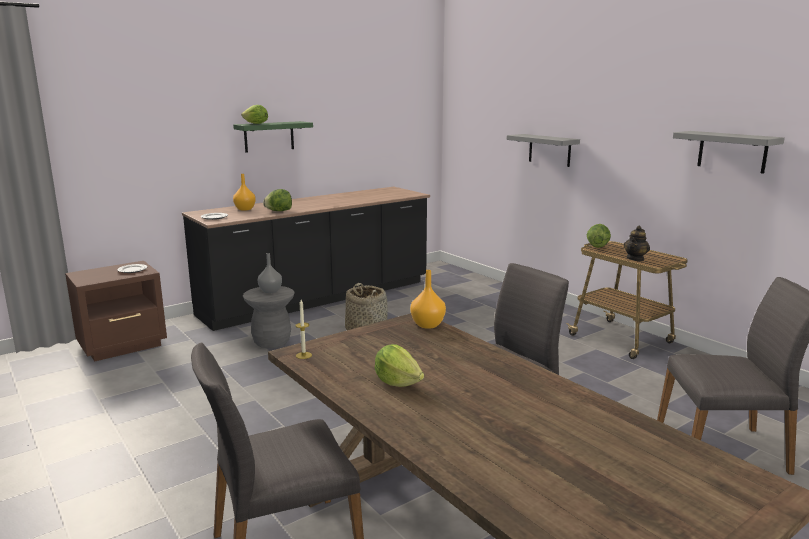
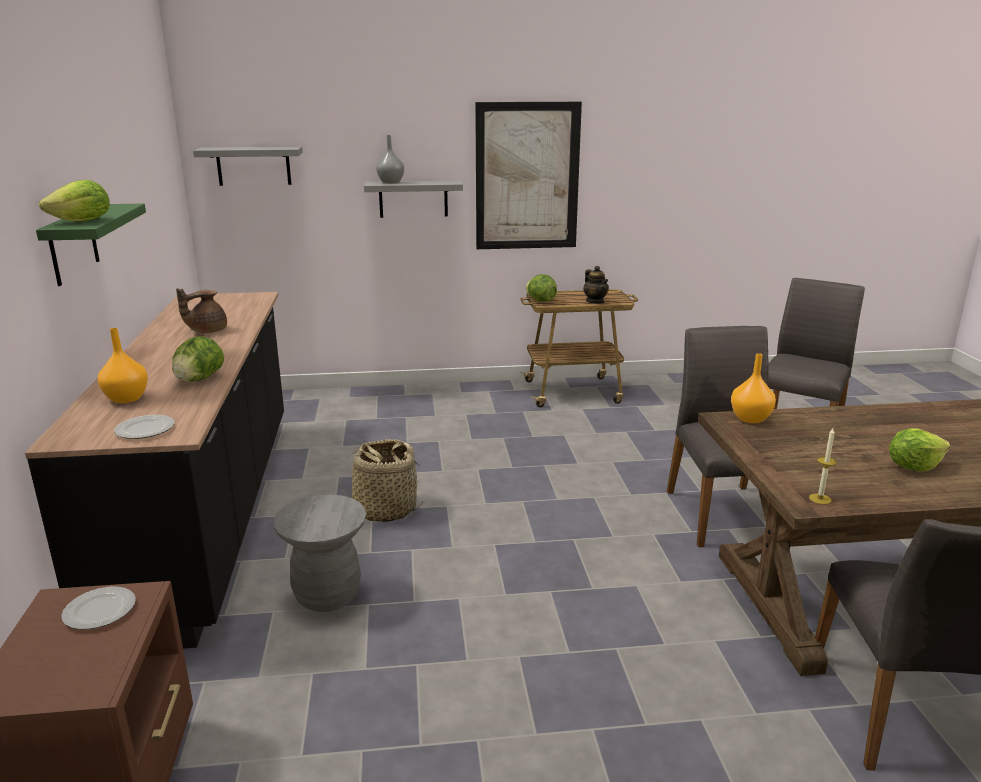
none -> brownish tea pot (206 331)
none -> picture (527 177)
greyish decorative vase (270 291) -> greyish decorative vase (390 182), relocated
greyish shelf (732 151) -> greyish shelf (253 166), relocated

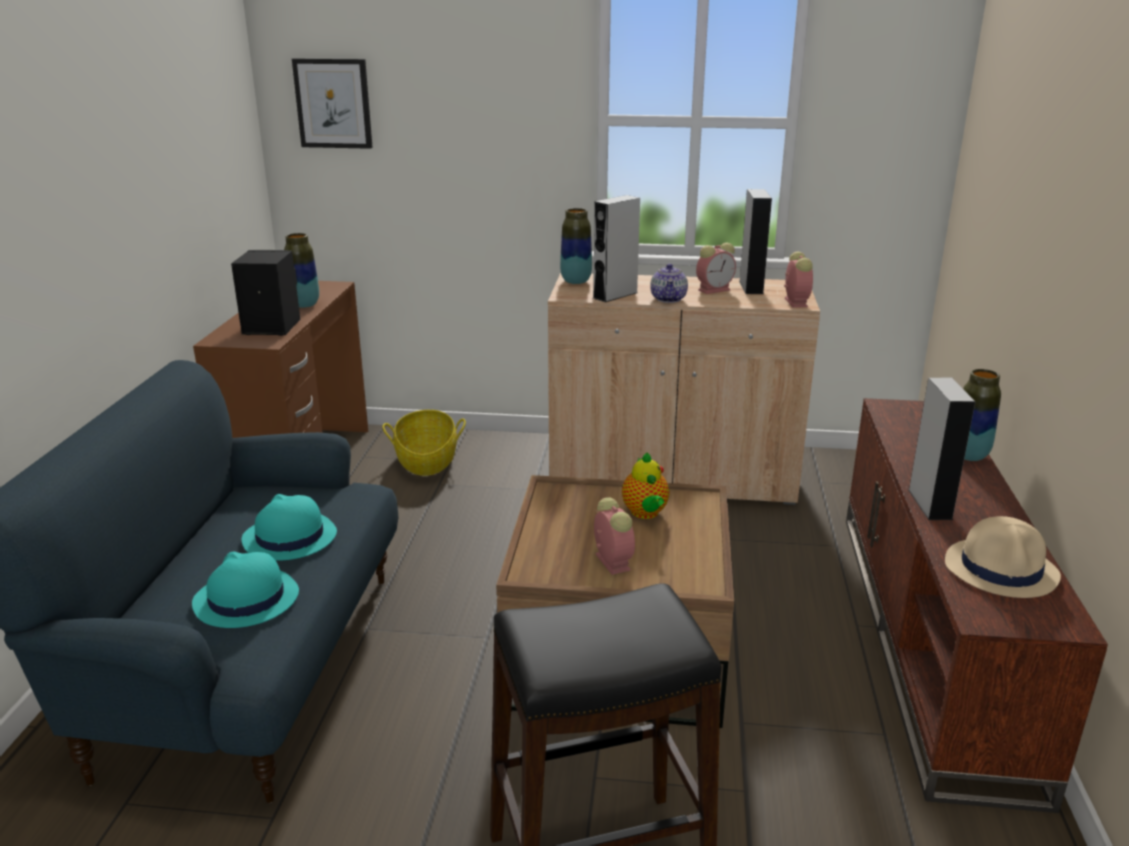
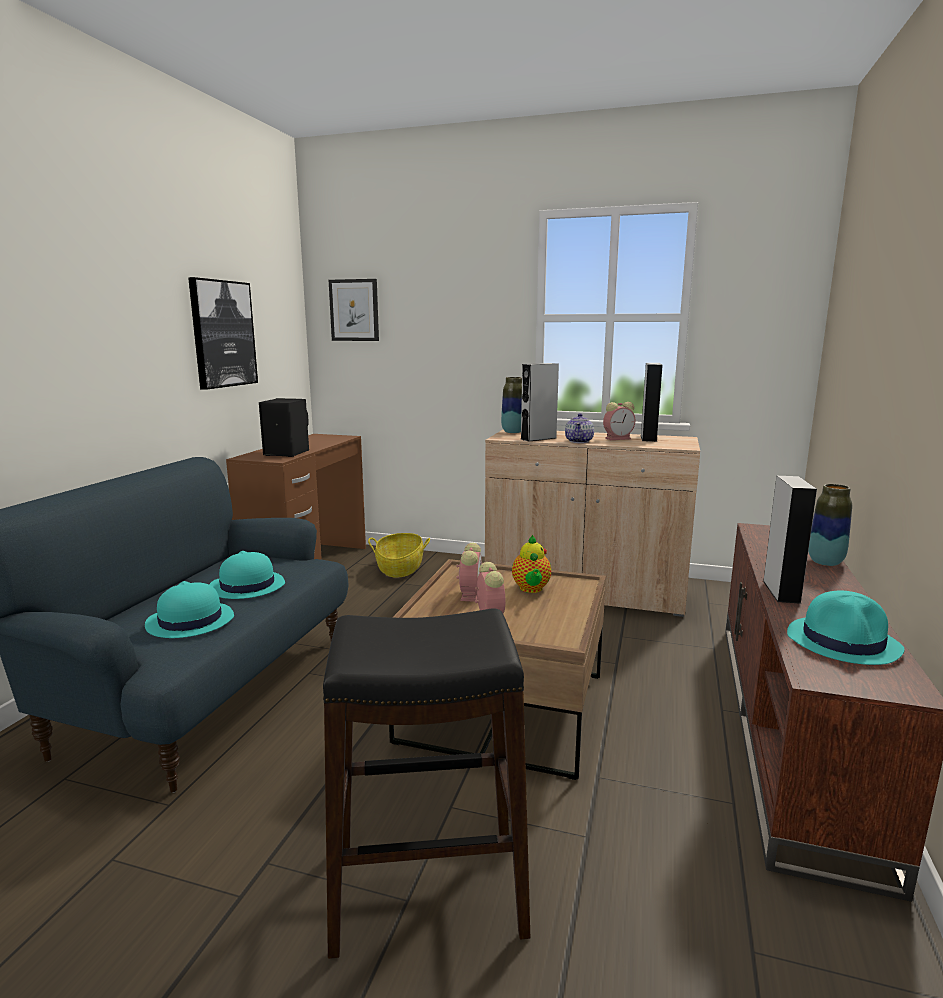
decorative vase (304 305) -> none
none -> picture (222 334)
alarm clock (795 302) -> alarm clock (470 594), relocated
sand-coloured wearable hat (1001 569) -> turquoise wearable hat (844 642)

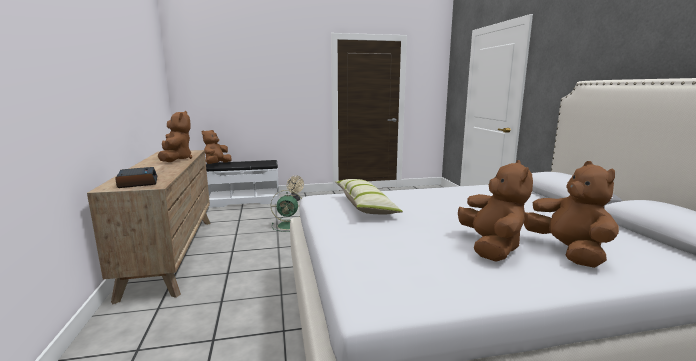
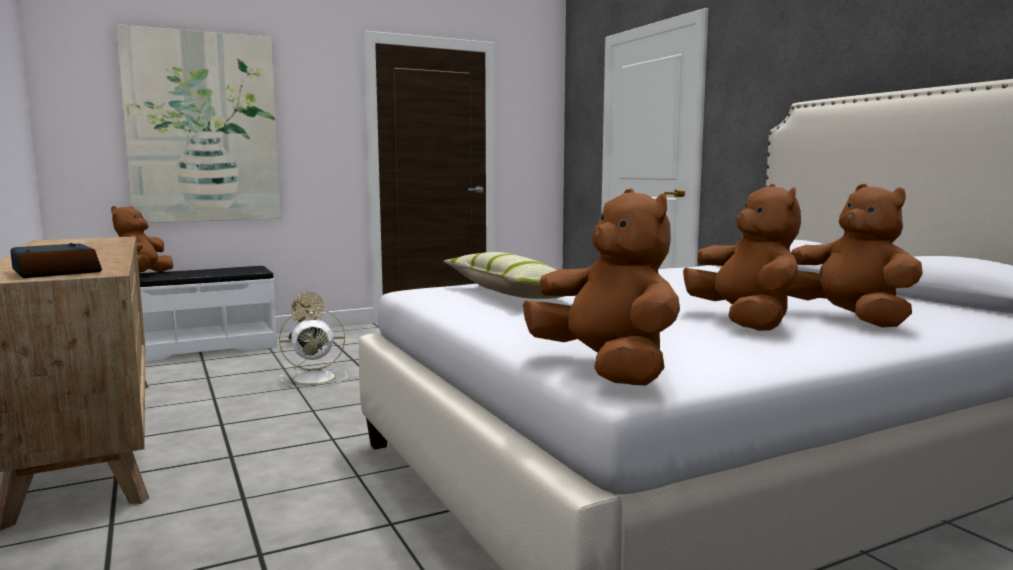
none -> picture (203 128)
brownish cuddly toy (176 159) -> brownish cuddly toy (606 369), relocated
green-coloured fan (289 225) -> white-coloured fan (316 378)

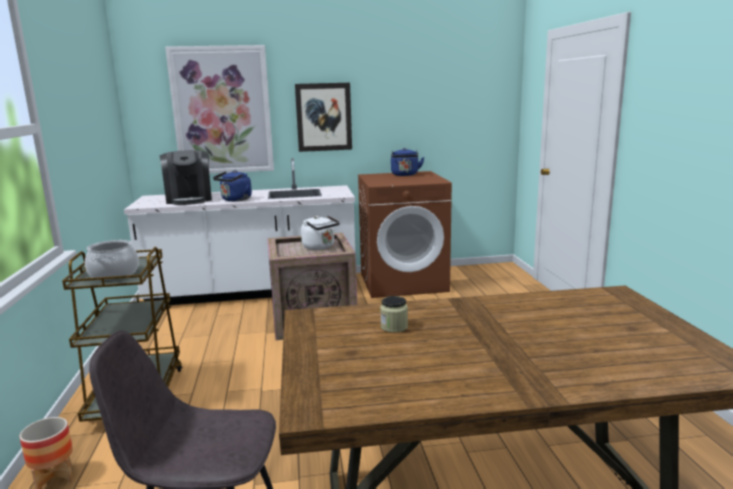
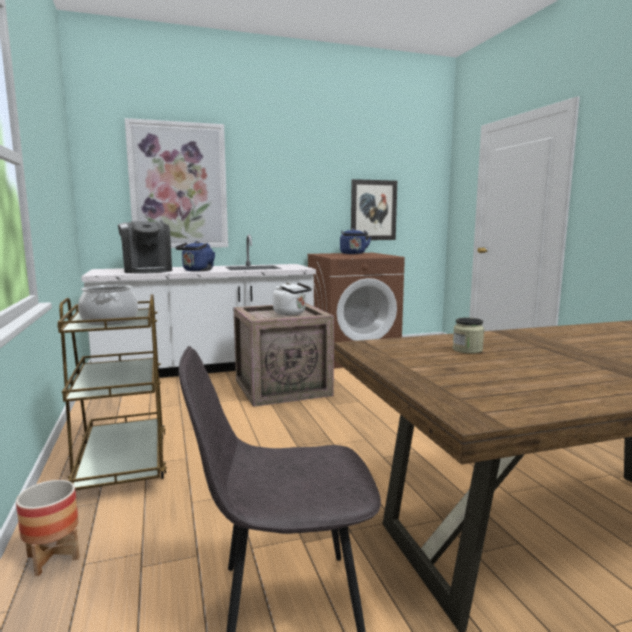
picture (324 117) -> picture (373 210), relocated

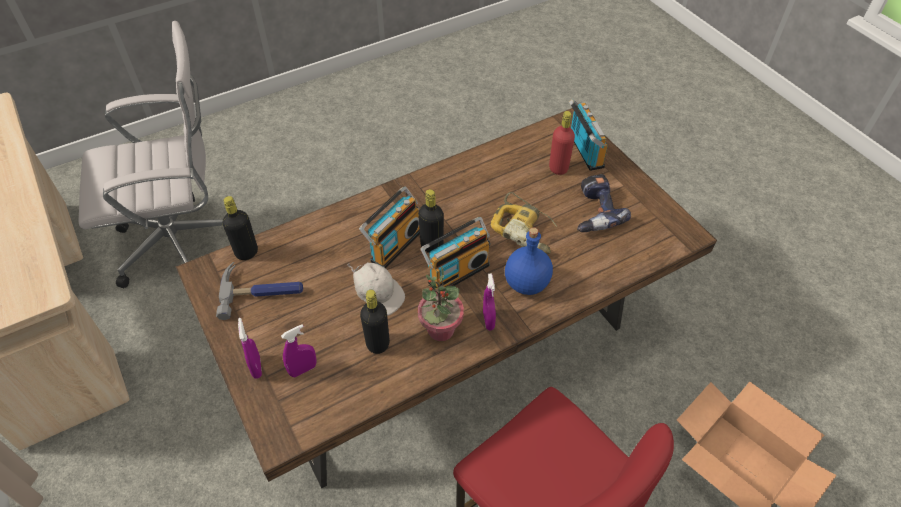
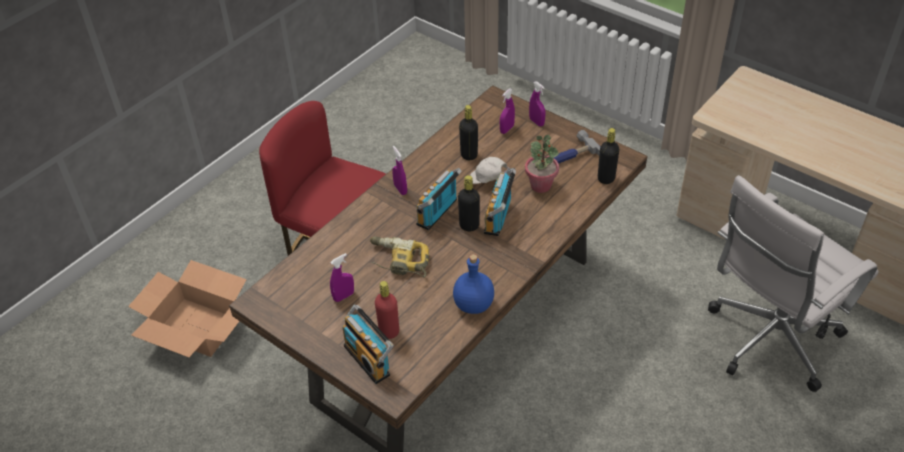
potted plant (440 330) -> potted plant (541 185), relocated
blue beverage bottle (526 283) -> blue beverage bottle (474 305), relocated
power drill (593 212) -> purple hand sprayer (344 296)

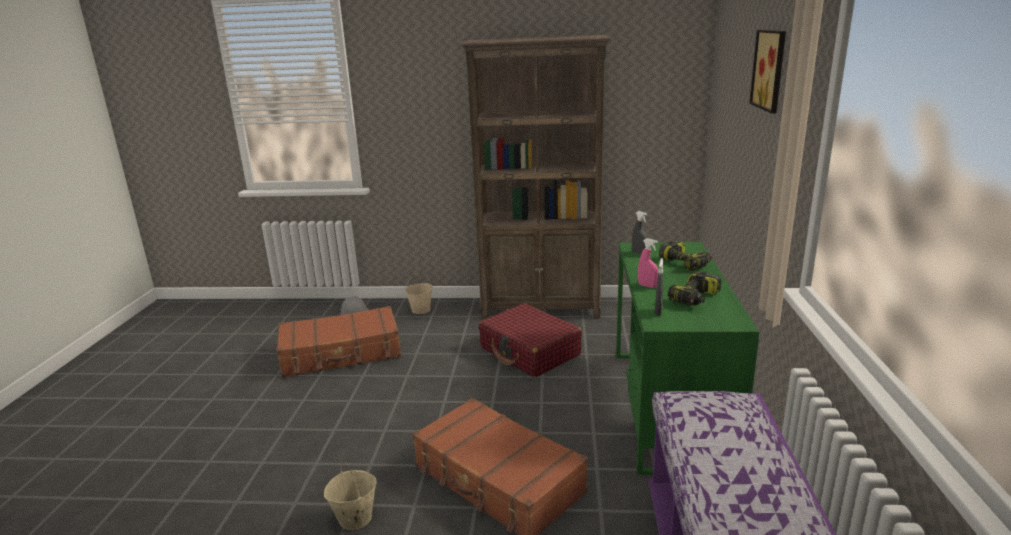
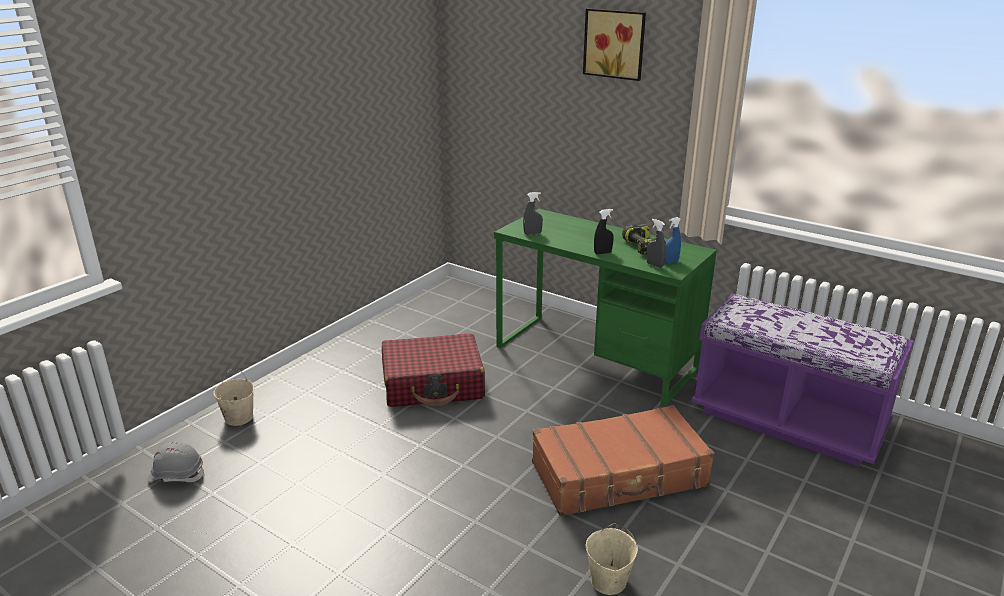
brownish piece of luggage (341 354) -> none
brownish bookcase (541 308) -> none
power drill (685 263) -> none
none -> blue hand sprayer (670 262)
pinkish hand sprayer (647 286) -> black-coloured hand sprayer (602 253)

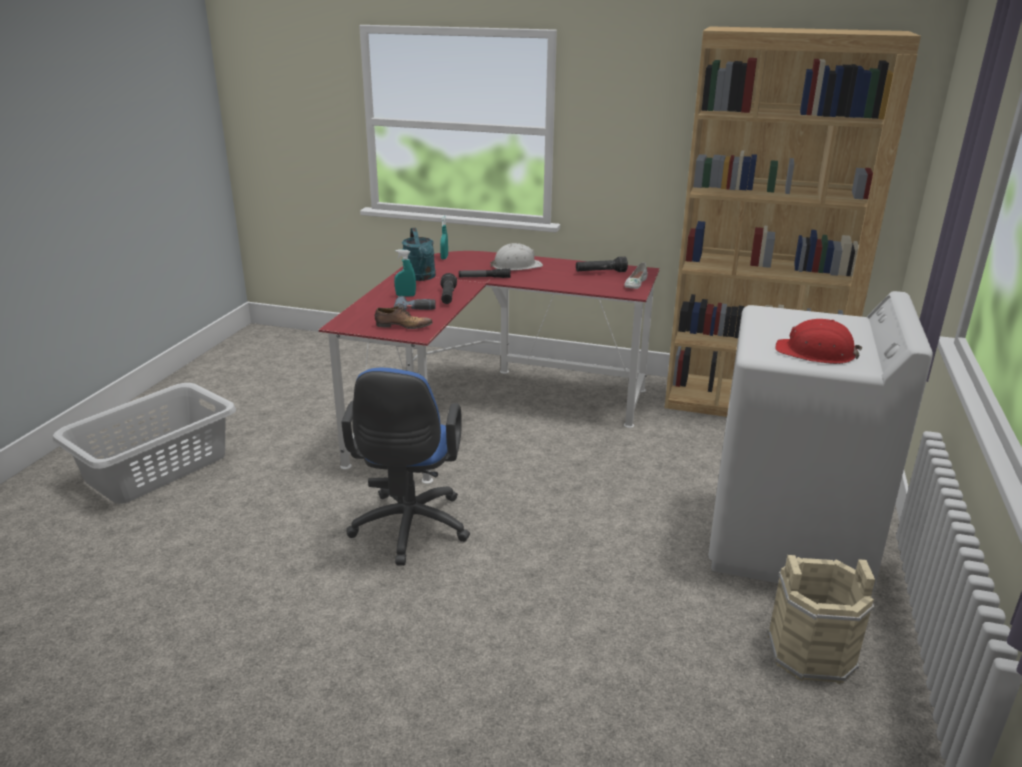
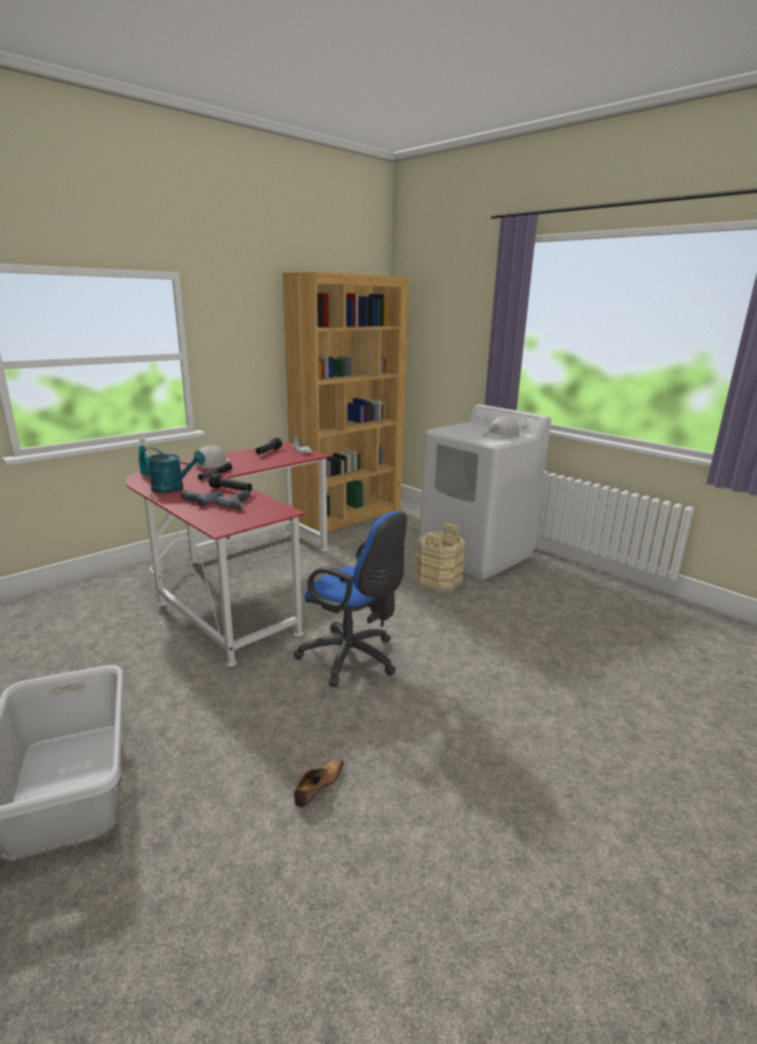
low shoe (402 326) -> low shoe (318 786), relocated
sand-coloured water bucket (811 653) -> sand-coloured water bucket (439 582), relocated
turquoise hand sprayer (405 295) -> power drill (201 500)
reddish hard hat (816 353) -> white-coloured hard hat (502 435)

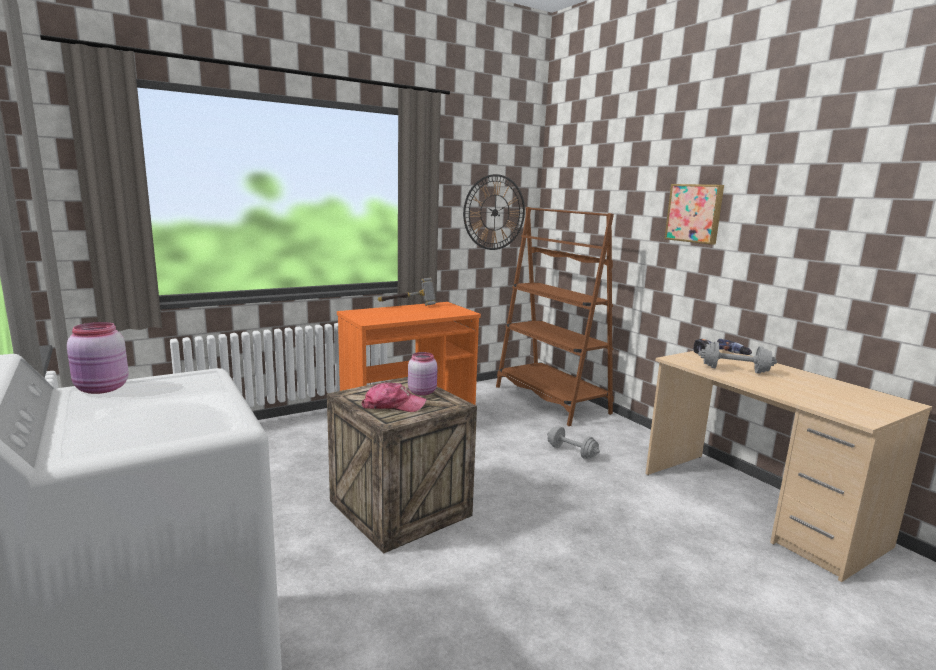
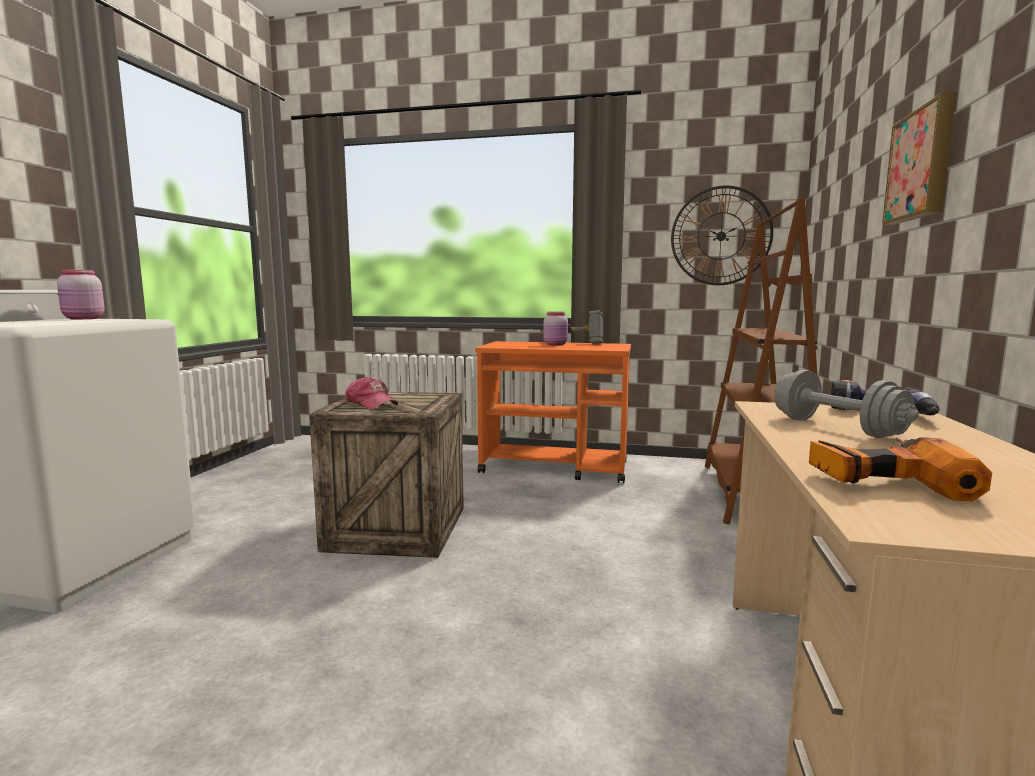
greyish free weight (571 452) -> none
none -> power drill (882 478)
pinkish preserve jar (423 392) -> pinkish preserve jar (556 344), relocated

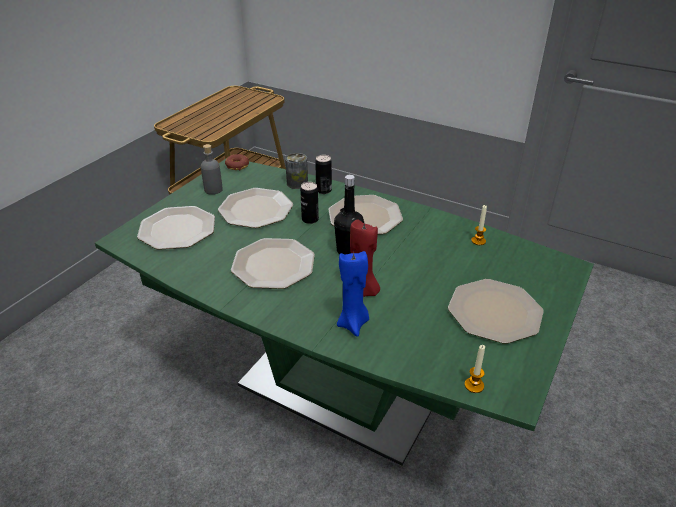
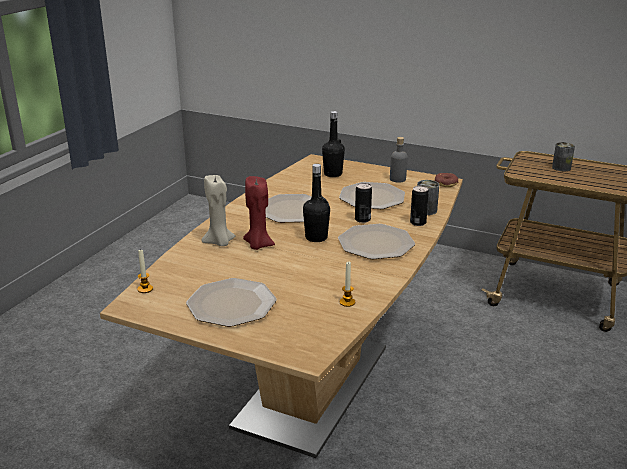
none -> sealed can (561 168)
dinner plate (176 229) -> black-coloured beverage bottle (333 174)
green-coloured dinner table (338 391) -> brownish dinner table (313 386)
blue wax light (353 323) -> sand-coloured wax light (219 242)

